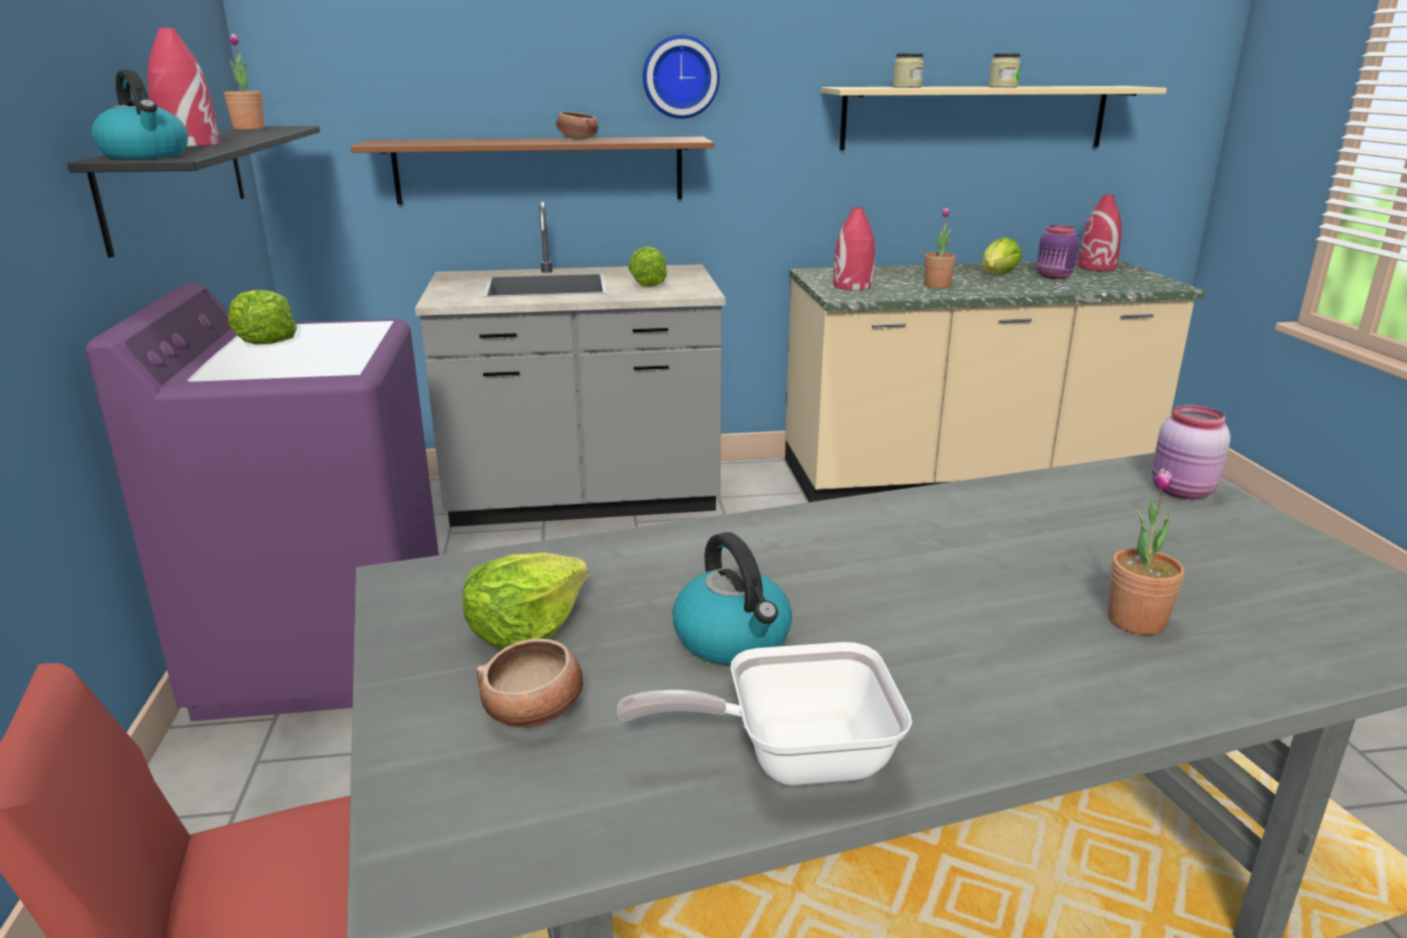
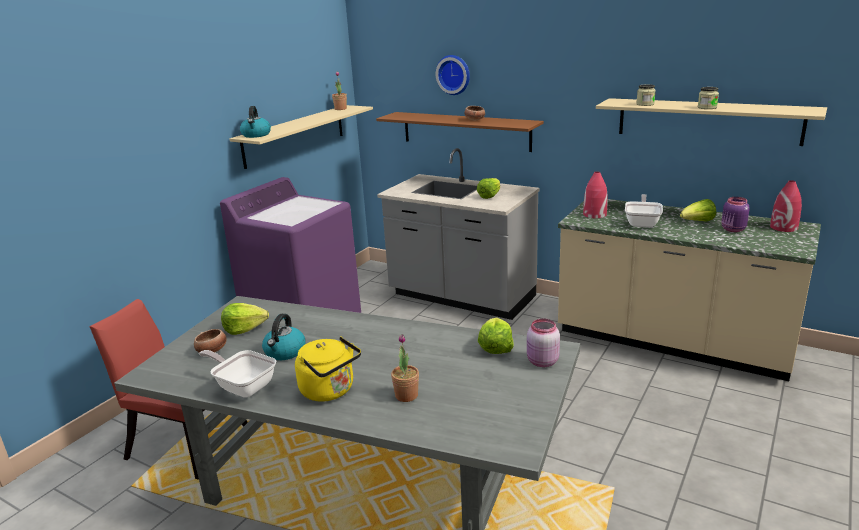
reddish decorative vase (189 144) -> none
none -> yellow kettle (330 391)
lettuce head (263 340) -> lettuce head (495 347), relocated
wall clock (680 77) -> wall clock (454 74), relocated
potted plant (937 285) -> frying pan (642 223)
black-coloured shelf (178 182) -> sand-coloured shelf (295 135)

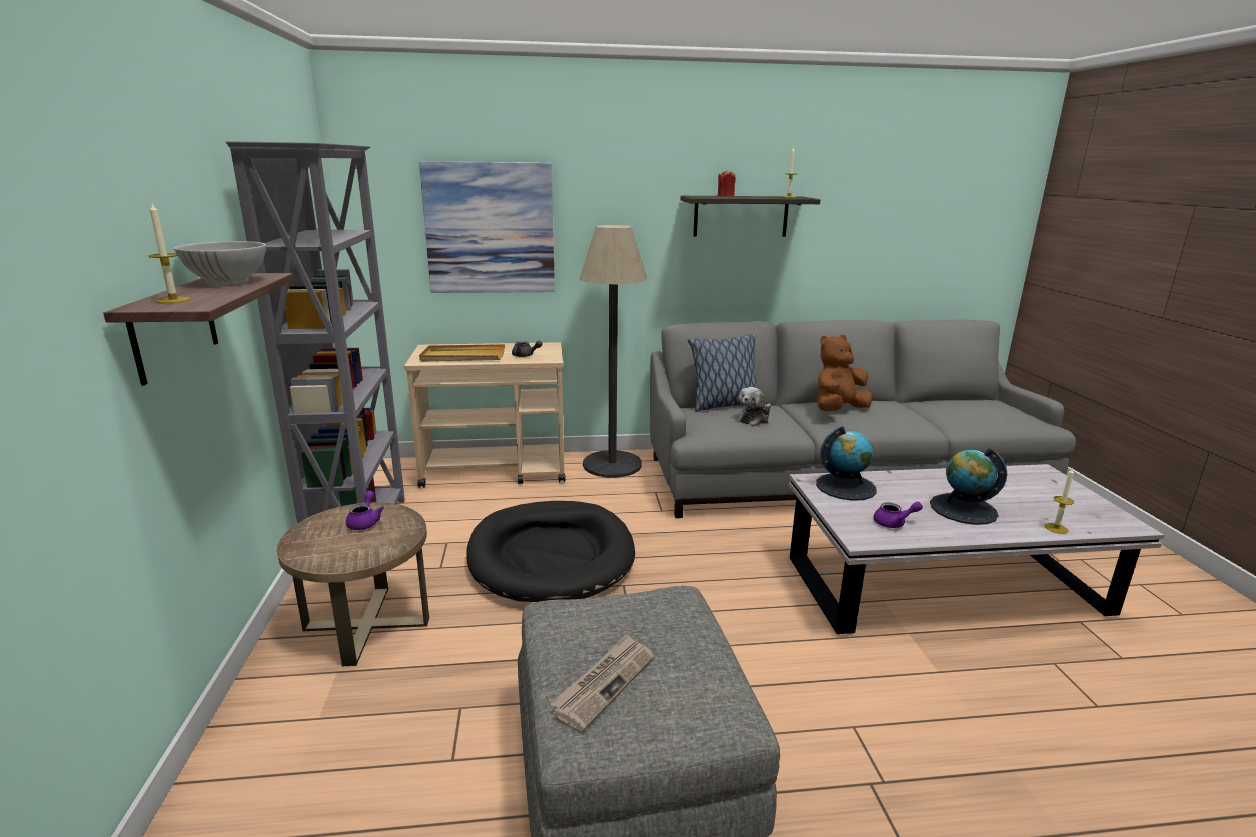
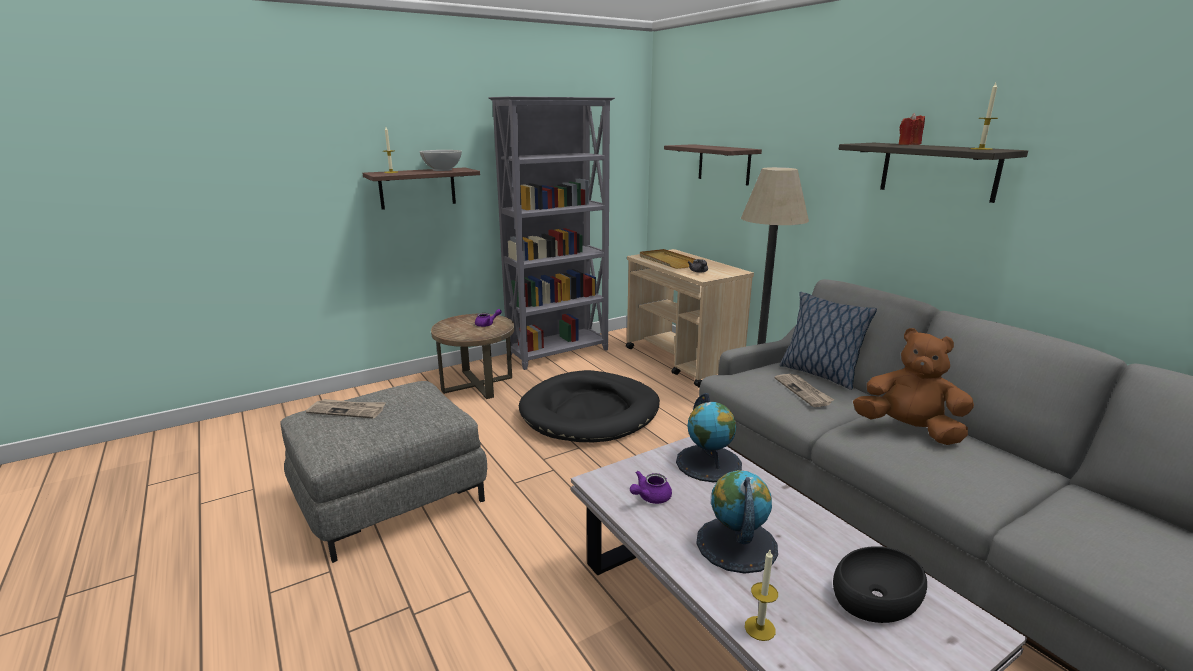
none -> black-coloured serving bowl (877 596)
picture (490 228) -> shelf (724 164)
cuddly toy (754 418) -> newspaper (803 391)
purple tea pot (894 523) -> purple tea pot (650 497), 75 degrees clockwise

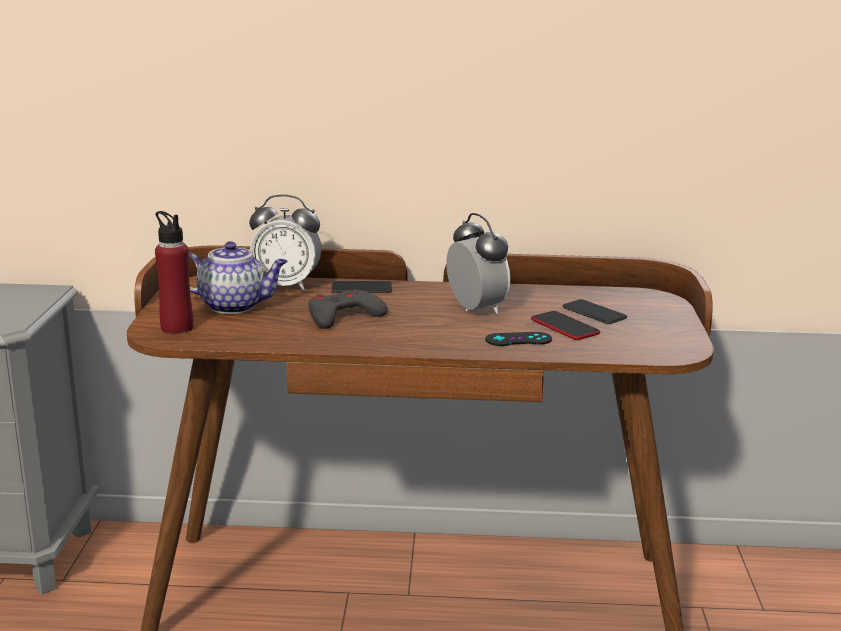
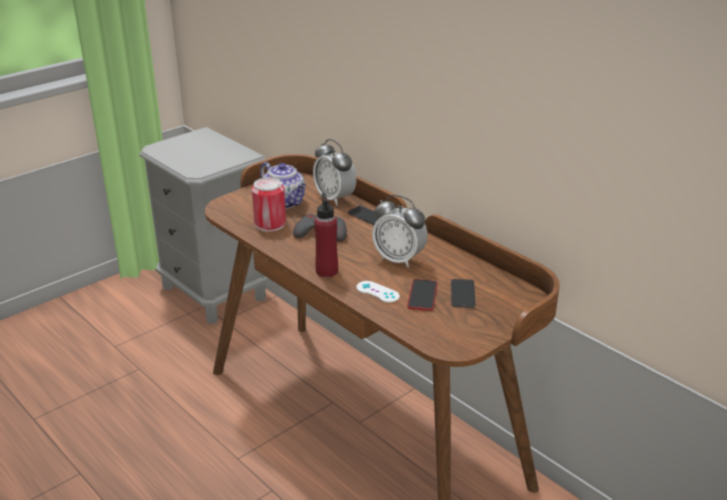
none -> sealed can (270 224)
reddish beverage bottle (177 328) -> reddish beverage bottle (327 271), relocated
black-coloured joypad (518 339) -> white-coloured joypad (377 292)
alarm clock (476 309) -> alarm clock (399 259), 105 degrees clockwise

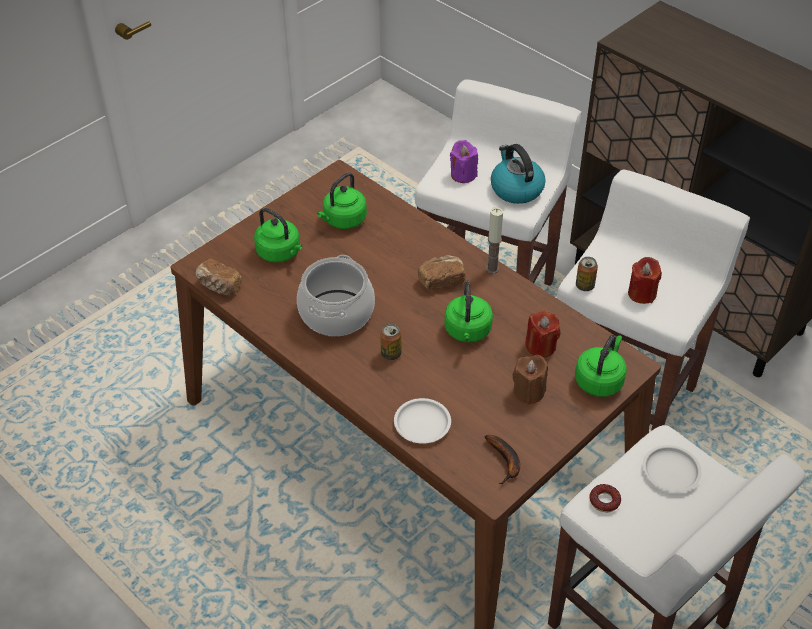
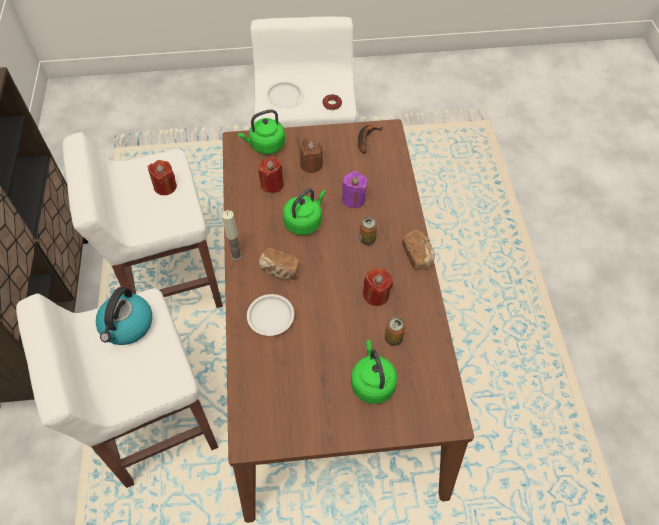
green-coloured kettle (343 220) -> none
bread (219 286) -> bread (418 255), relocated
white-coloured dinner plate (422 423) -> white-coloured dinner plate (270 317), relocated
purple wax light (463 175) -> purple wax light (353 199), relocated
sealed can (584 286) -> sealed can (393 338), relocated
stockpot (336 313) -> reddish wax light (376 295)

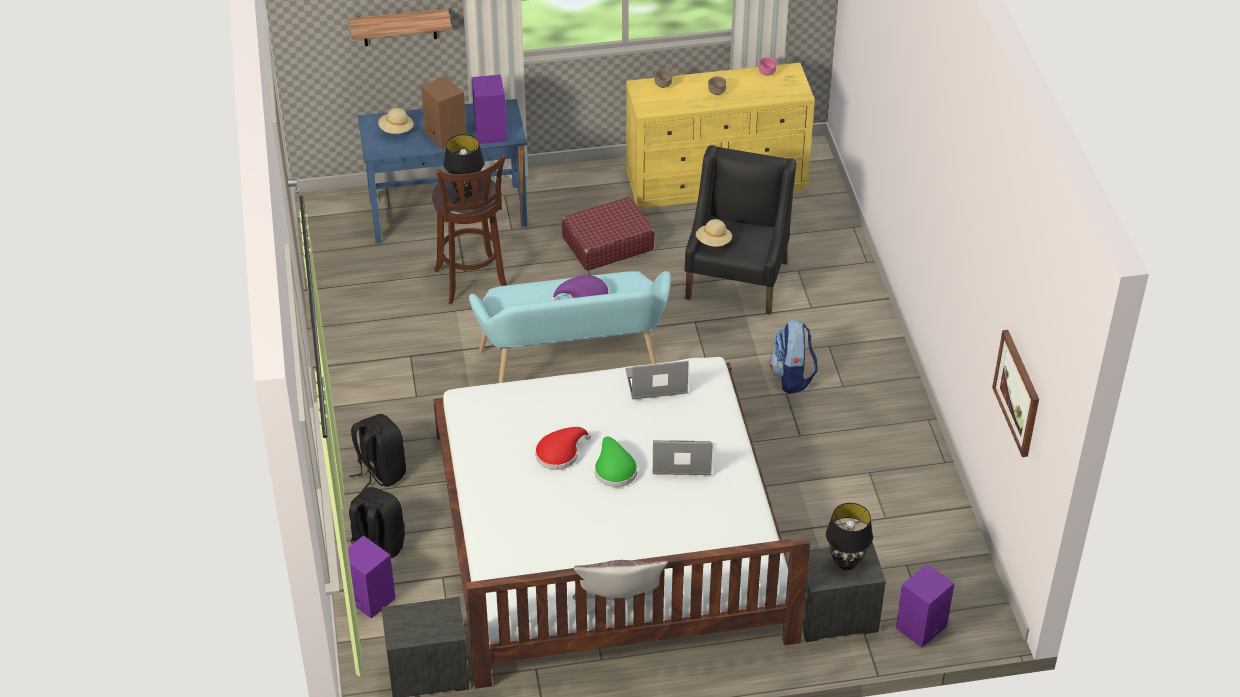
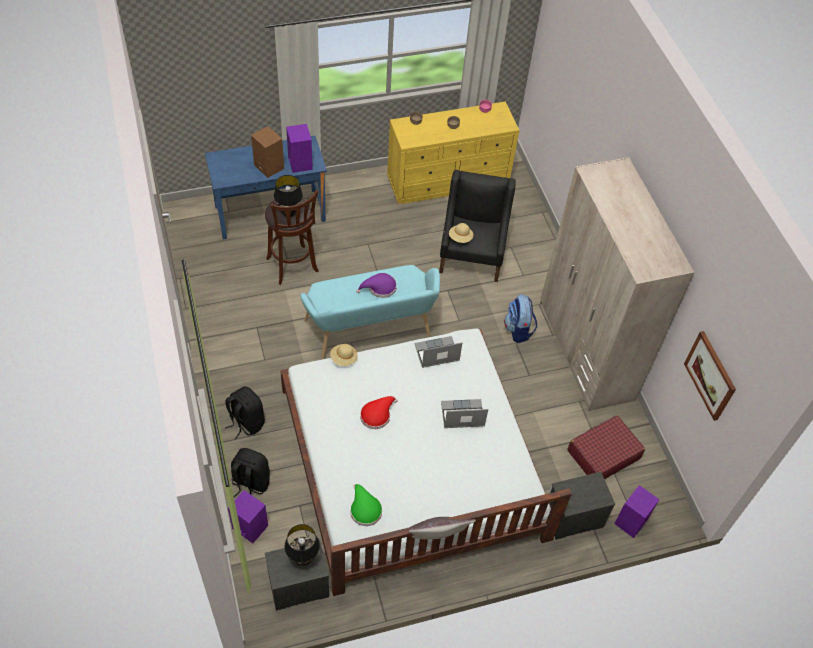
shelf (399 27) -> none
none -> sand-coloured armoire (586 350)
sand-coloured wearable hat (396 130) -> sand-coloured wearable hat (343 359), relocated
reddish piece of luggage (607 244) -> reddish piece of luggage (603 454), relocated
green-coloured wearable hat (614 469) -> green-coloured wearable hat (364 509), relocated
black-coloured table lamp (845 563) -> black-coloured table lamp (302 558), relocated

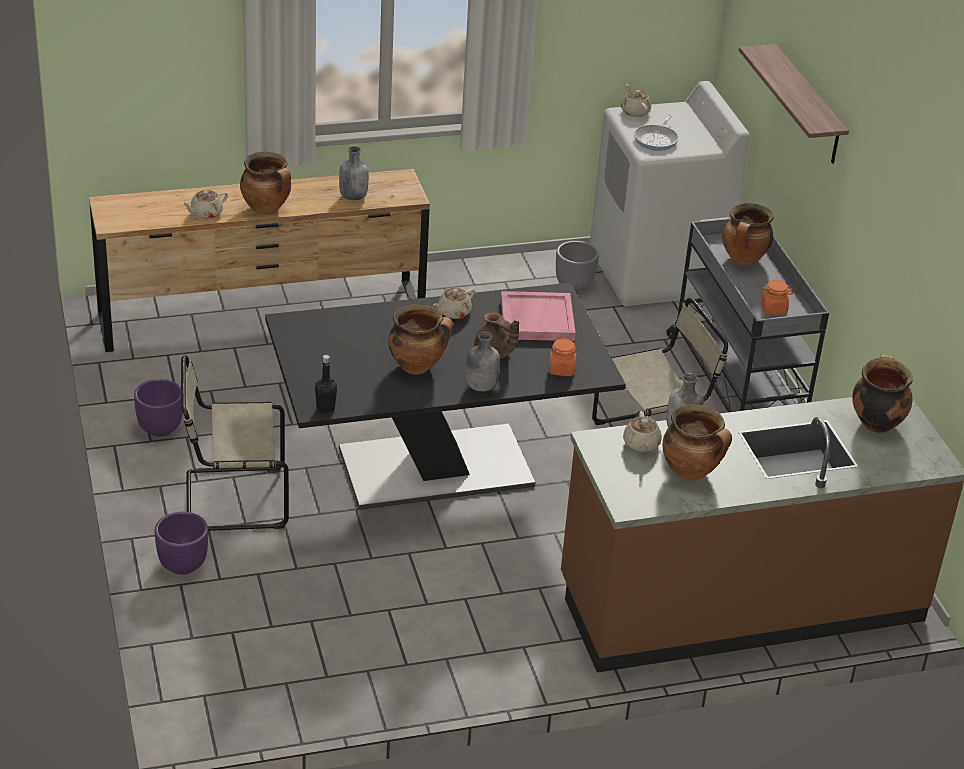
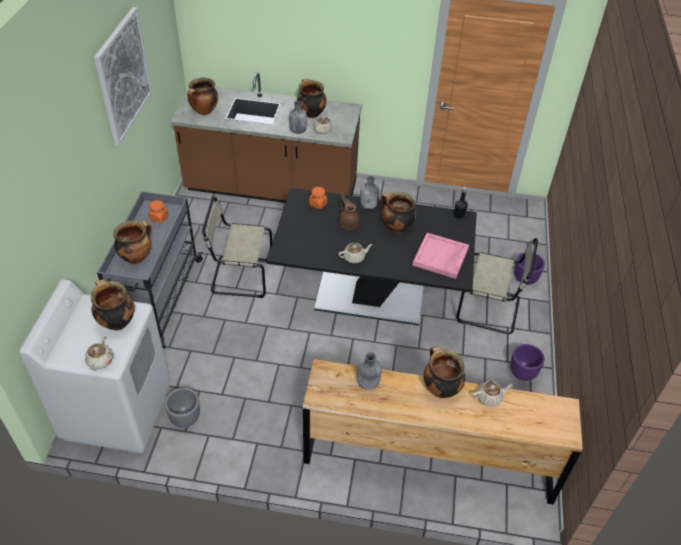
shelf (807 106) -> none
none -> picture (123 76)
pinkish carrying tray (536 319) -> pinkish carrying tray (441 257), relocated
frying pan (657 139) -> stockpot (116 322)

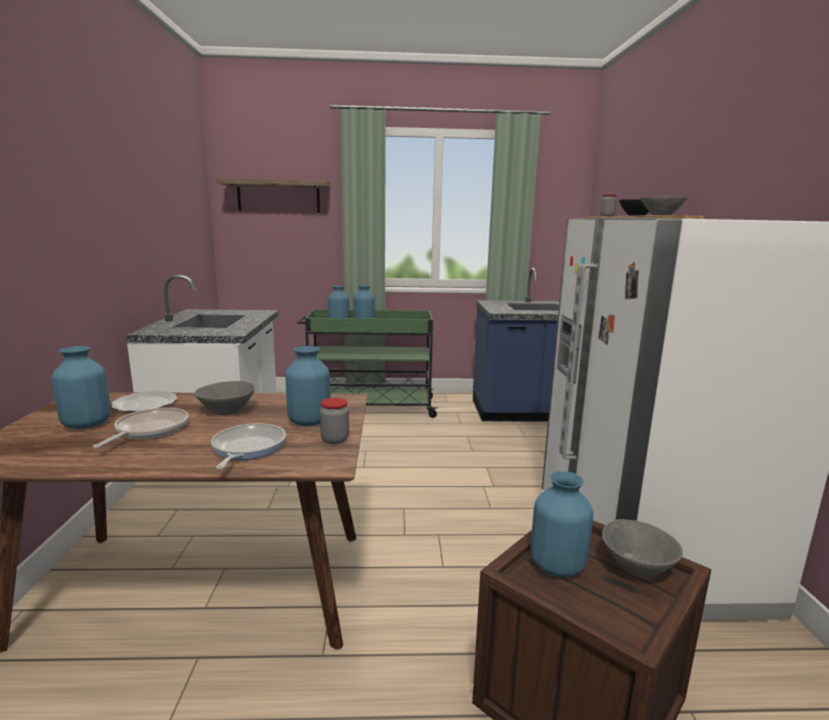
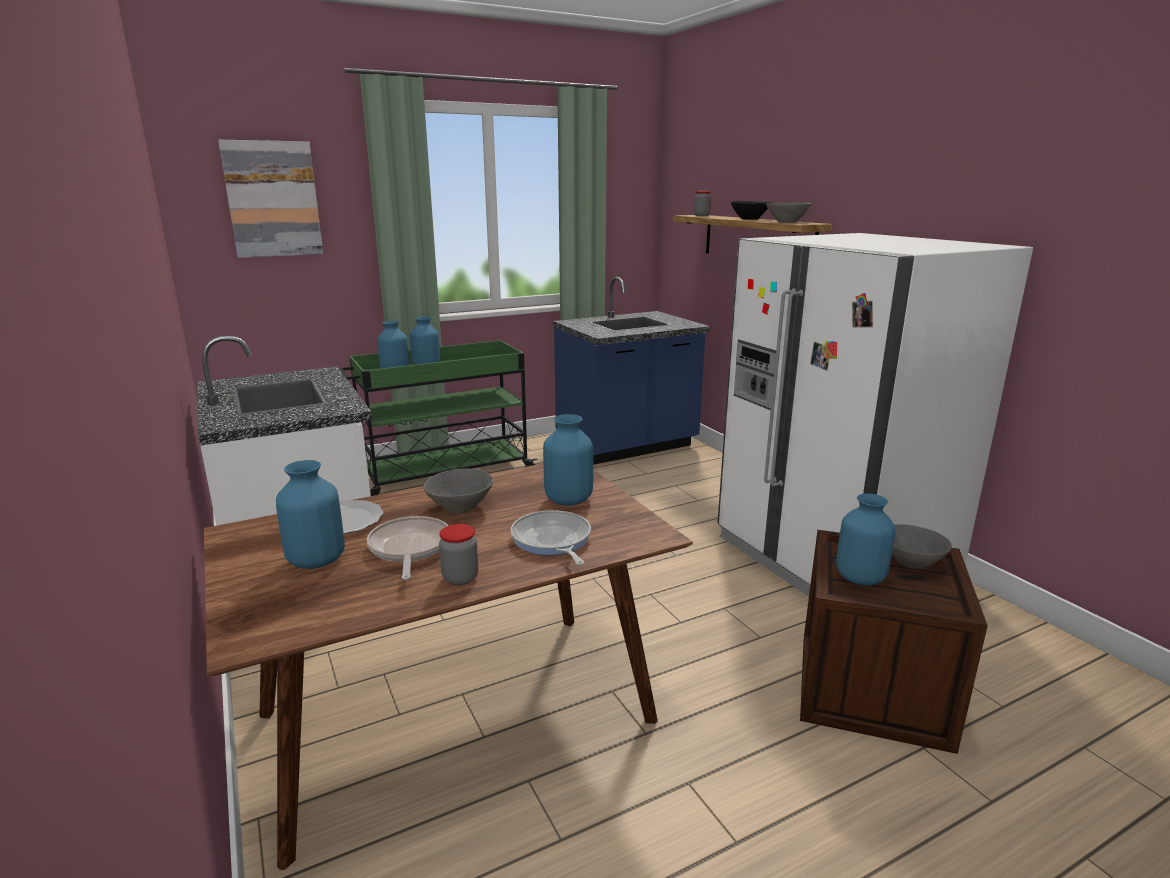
preserve jar (335 439) -> preserve jar (460 578), relocated
shelf (278 196) -> picture (273 199)

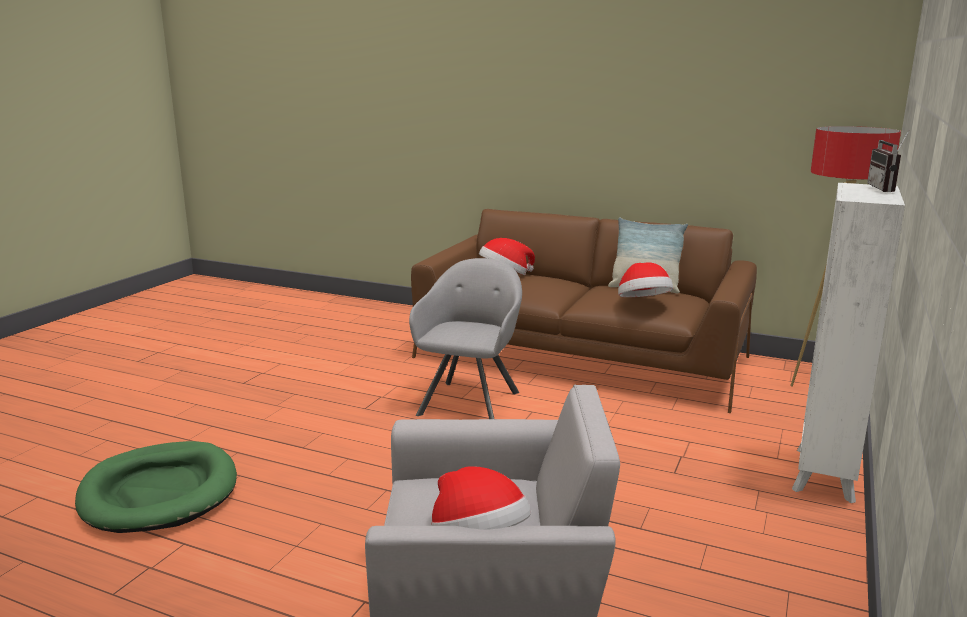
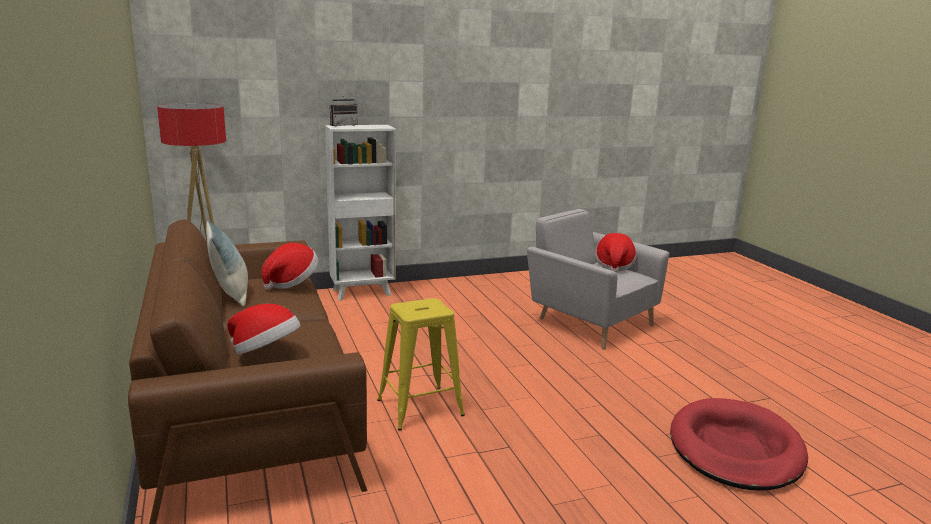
greyish lounge chair (471 401) -> yellow stool seat (420 407)
green-coloured dog bed (160 492) -> reddish dog bed (735 449)

